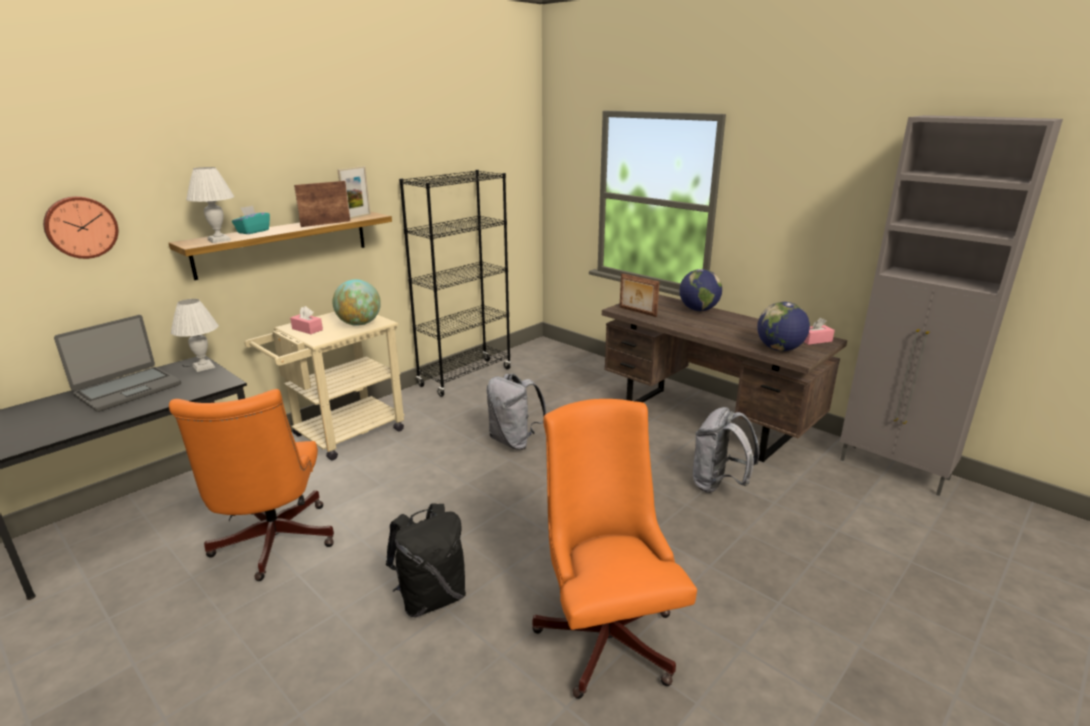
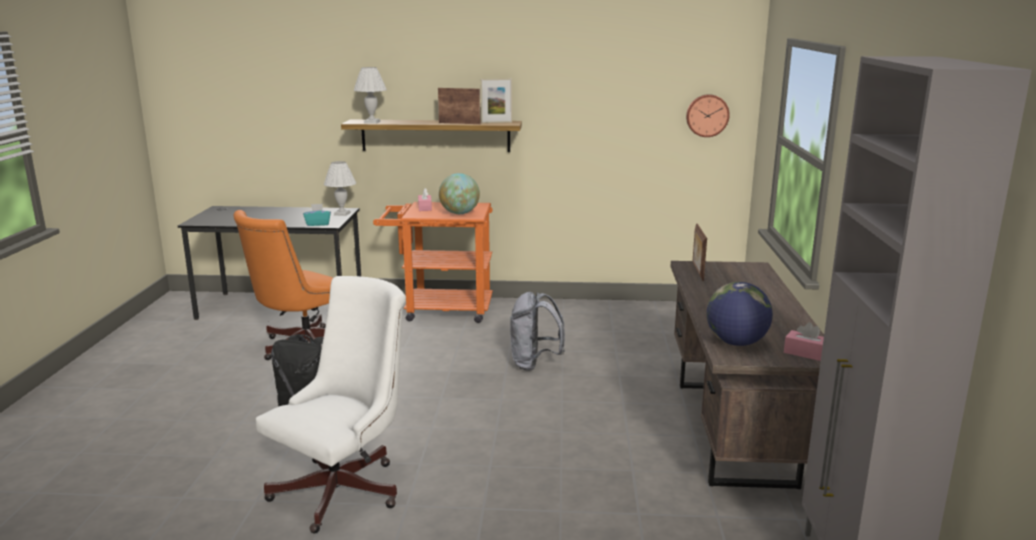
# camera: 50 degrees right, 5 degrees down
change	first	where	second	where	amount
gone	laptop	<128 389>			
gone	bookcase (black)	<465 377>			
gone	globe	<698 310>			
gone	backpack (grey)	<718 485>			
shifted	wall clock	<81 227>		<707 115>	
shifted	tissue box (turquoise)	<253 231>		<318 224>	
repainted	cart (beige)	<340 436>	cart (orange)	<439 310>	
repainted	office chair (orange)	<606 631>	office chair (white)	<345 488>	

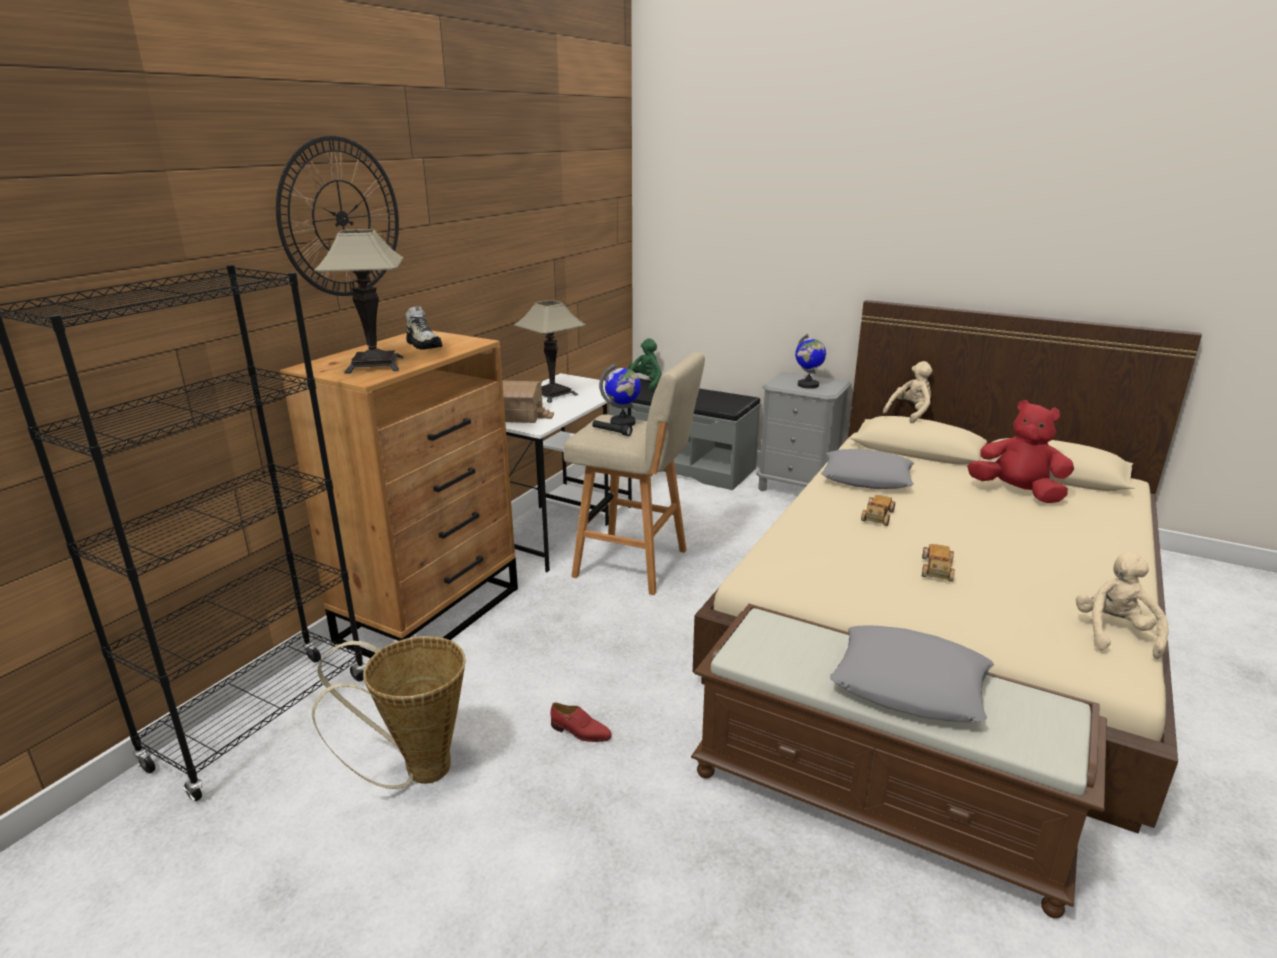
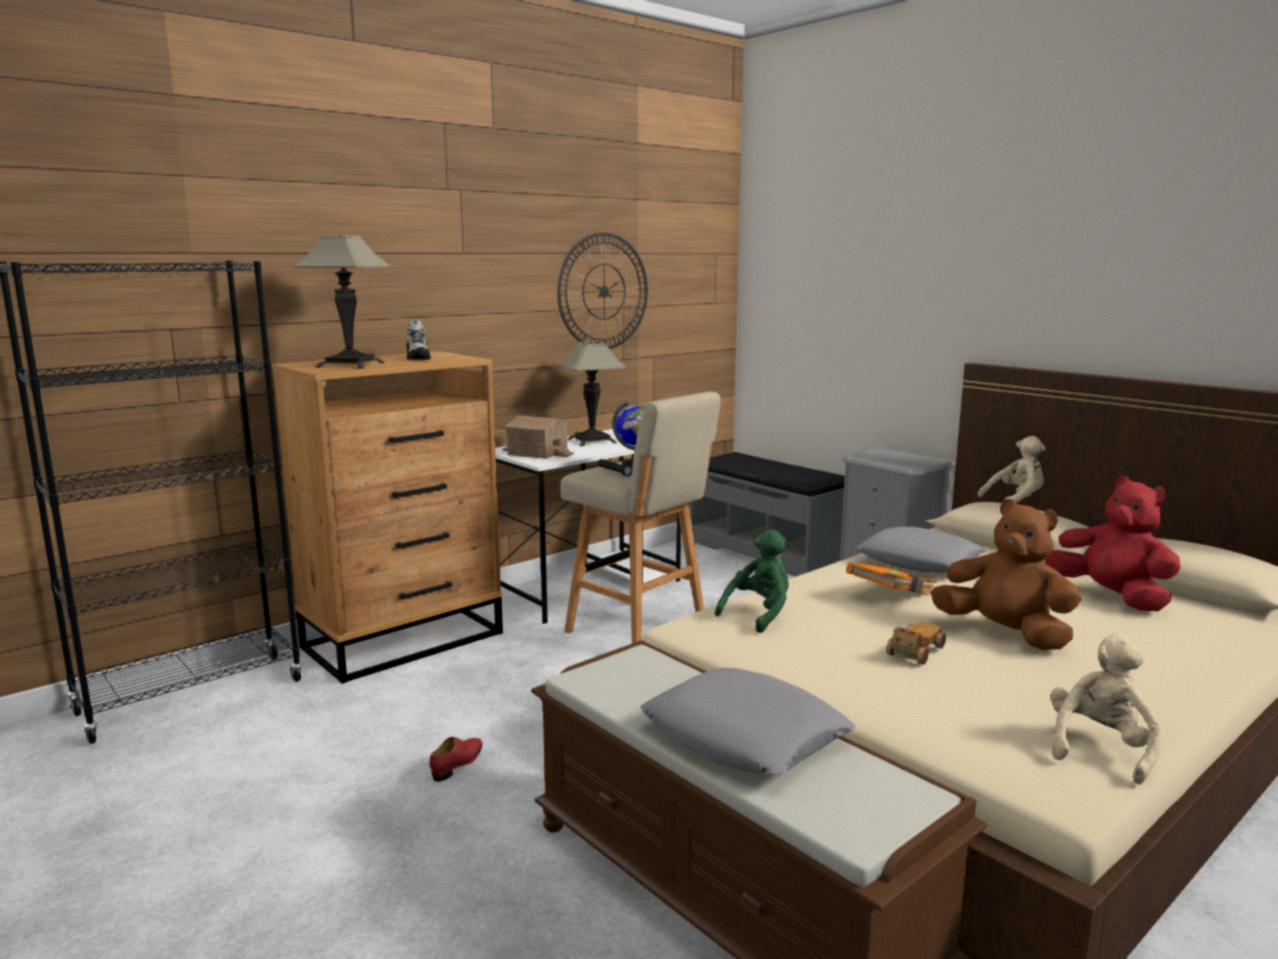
# camera: 20 degrees right, 10 degrees down
change	first	where	second	where	amount
gone	basket	<417 771>			
gone	globe	<808 385>			
new			plush toy (brown)	<1005 634>	
shifted	wall clock	<341 218>		<603 291>	
shifted	plush toy (green)	<645 384>		<759 614>	
swapped	toy car	<877 516>	book (orange)	<892 595>	
rotated	shoe (red)	<580 732>		<458 763>	105 degrees counterclockwise

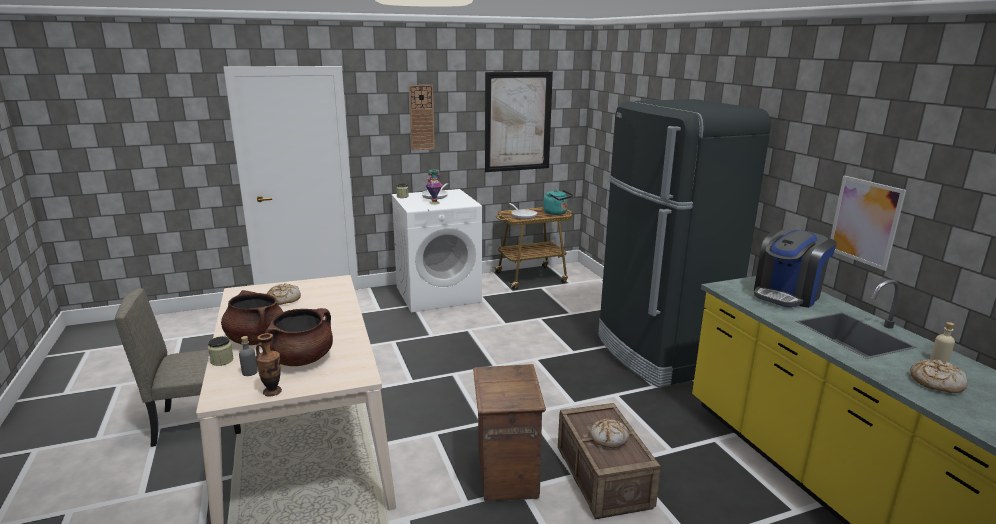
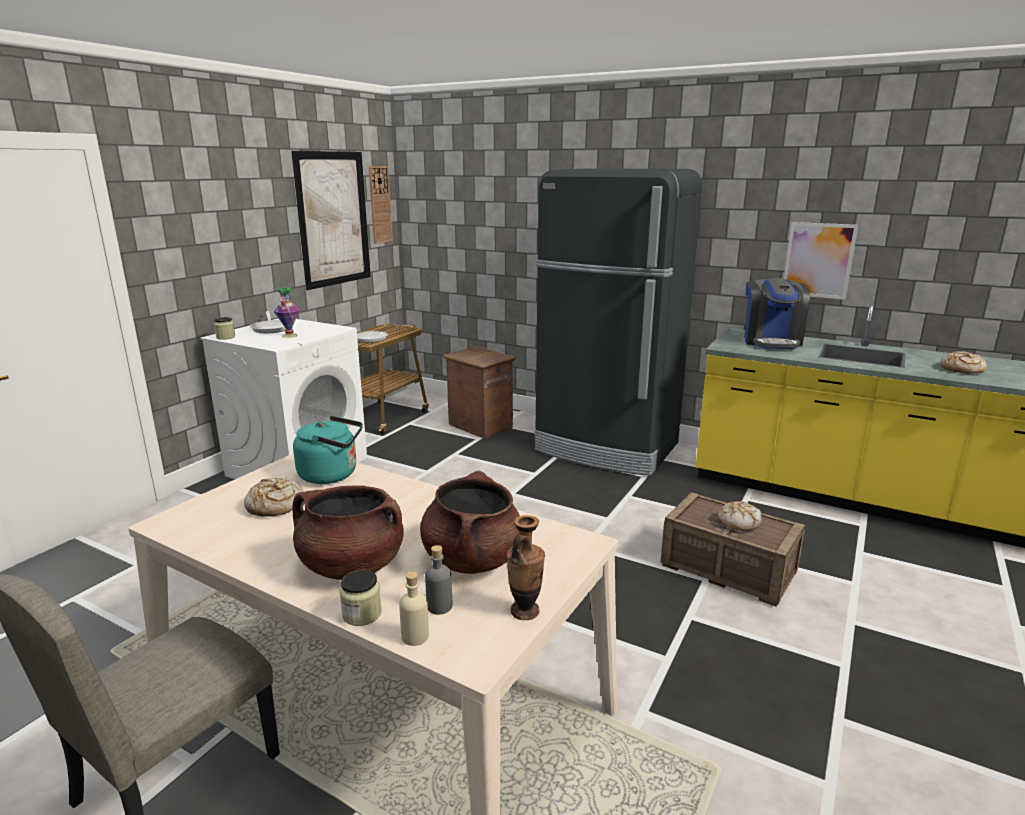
# camera: 40 degrees left, 0 degrees up
change	first	where	second	where	amount
shifted	wall clock	<421 117>		<380 205>	
shifted	crate	<506 475>		<480 427>	
shifted	kettle (turquoise)	<556 213>		<332 475>	
shifted	bottle (beige)	<939 360>		<415 636>	

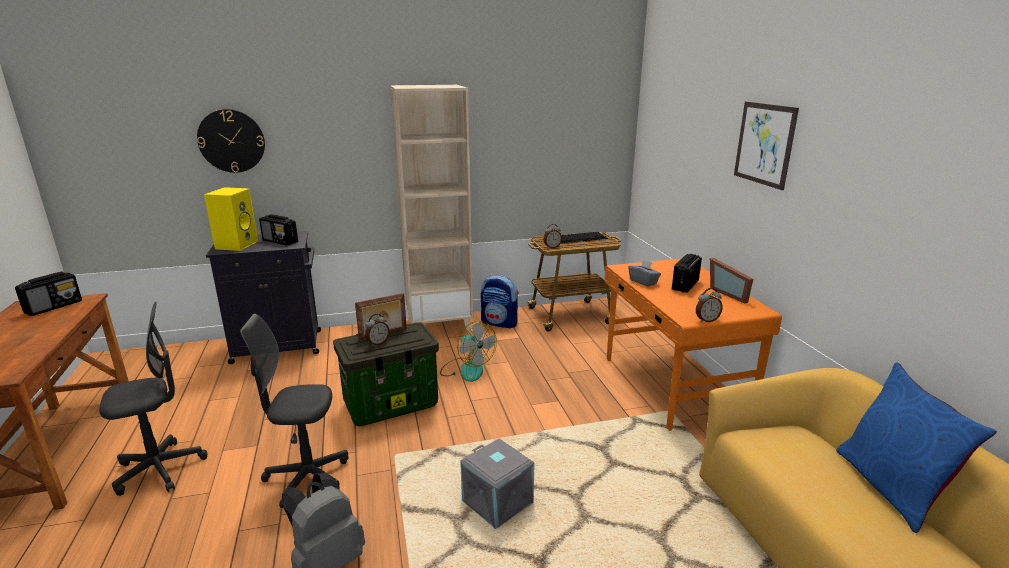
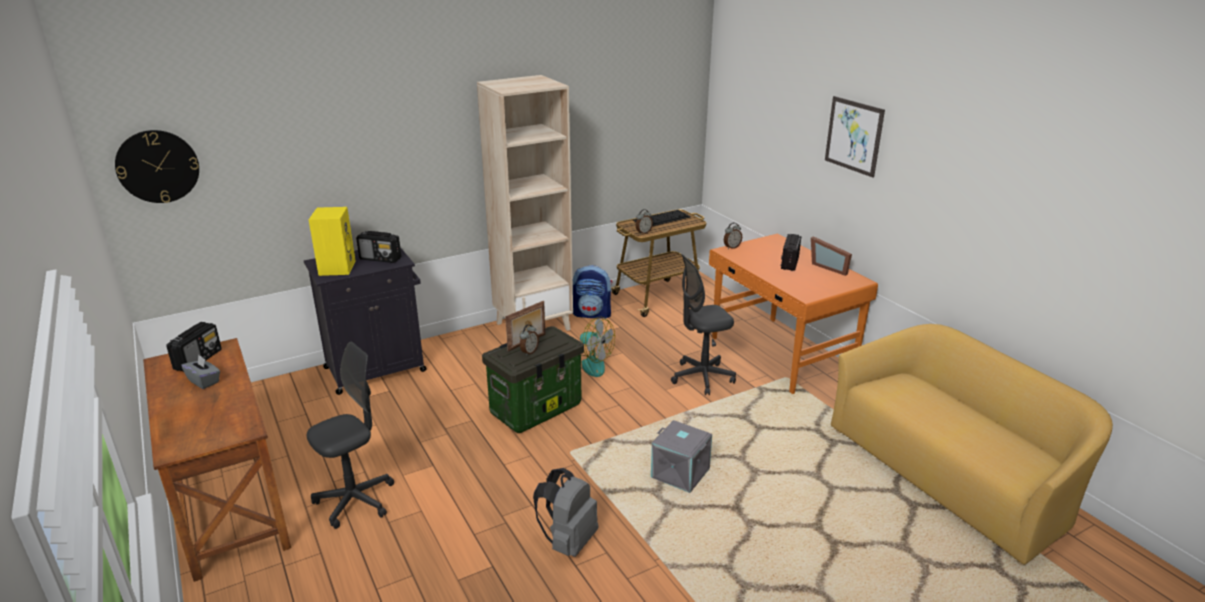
# camera: 15 degrees left, 5 degrees up
change	first	where	second	where	amount
gone	pillow (blue)	<891 487>			
shifted	wall clock	<231 141>		<158 166>	
shifted	office chair (grey)	<307 478>		<702 377>	
shifted	tissue box (grey)	<643 282>		<204 381>	
shifted	alarm clock	<706 320>		<731 247>	

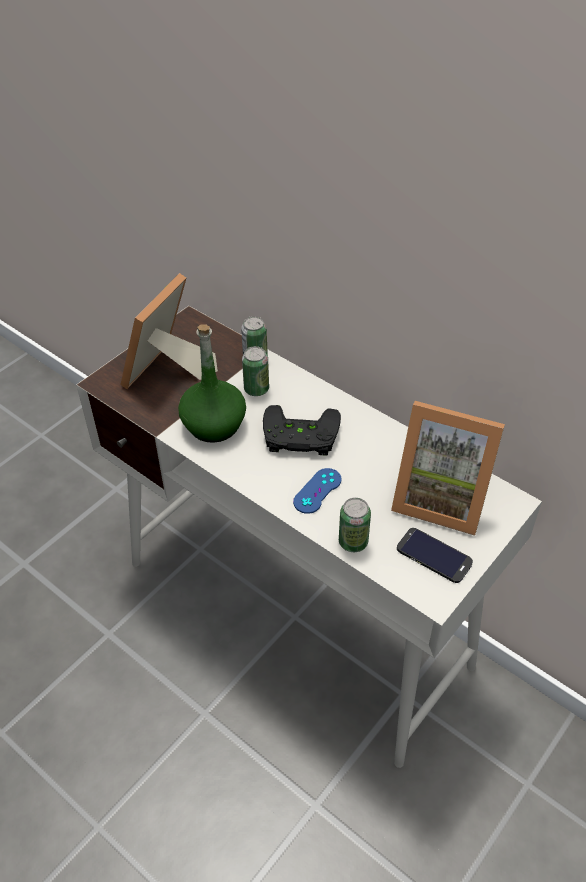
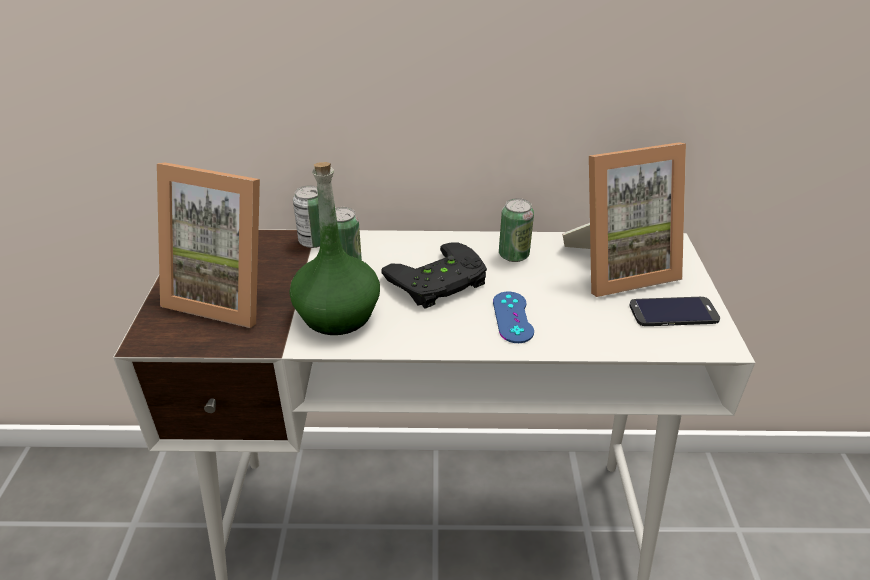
# camera: 40 degrees left, 10 degrees down
change	first	where	second	where	amount
shifted	can	<353 542>		<513 255>	
rotated	picture frame	<167 373>		<228 294>	60 degrees counterclockwise

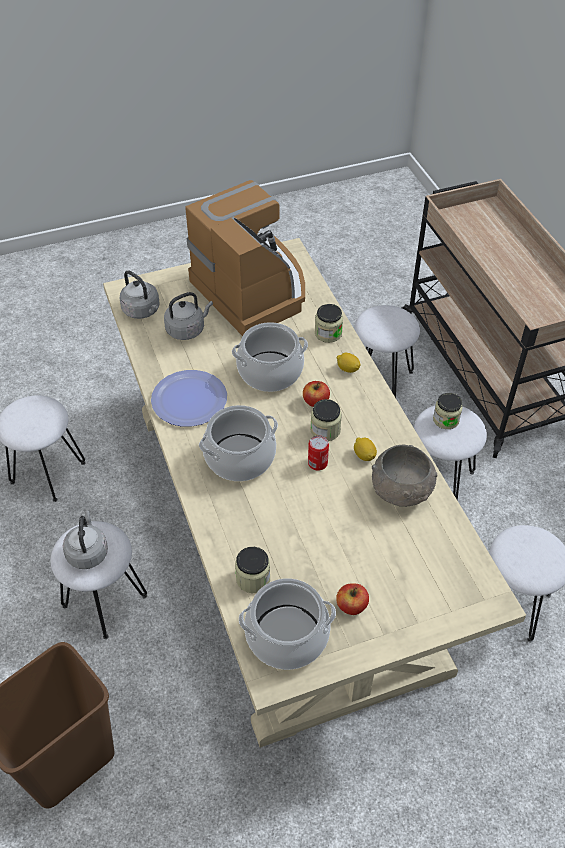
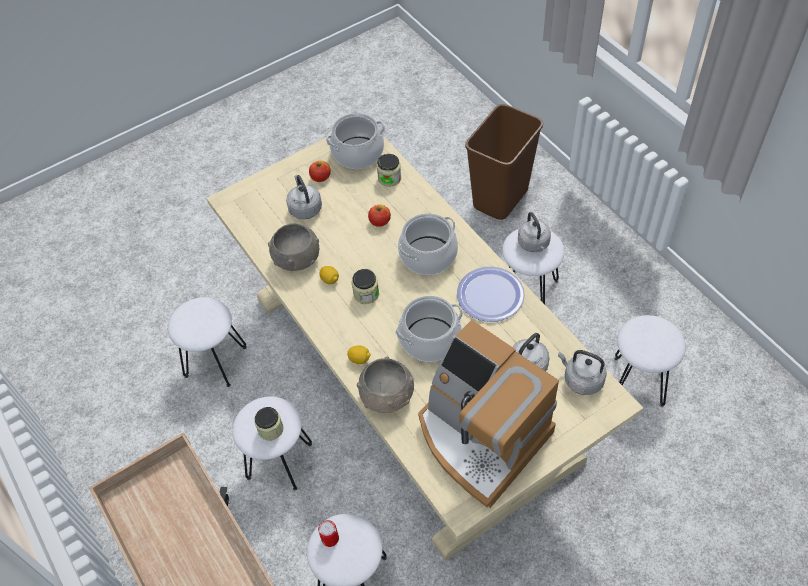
# camera: 170 degrees right, 5 degrees up
change	first	where	second	where	amount
new			kettle (grey)	<305 208>	
shifted	apple	<316 401>		<380 221>	
shifted	can	<317 463>		<330 538>	
swapped	jar	<328 333>	bowl (grey)	<387 396>	

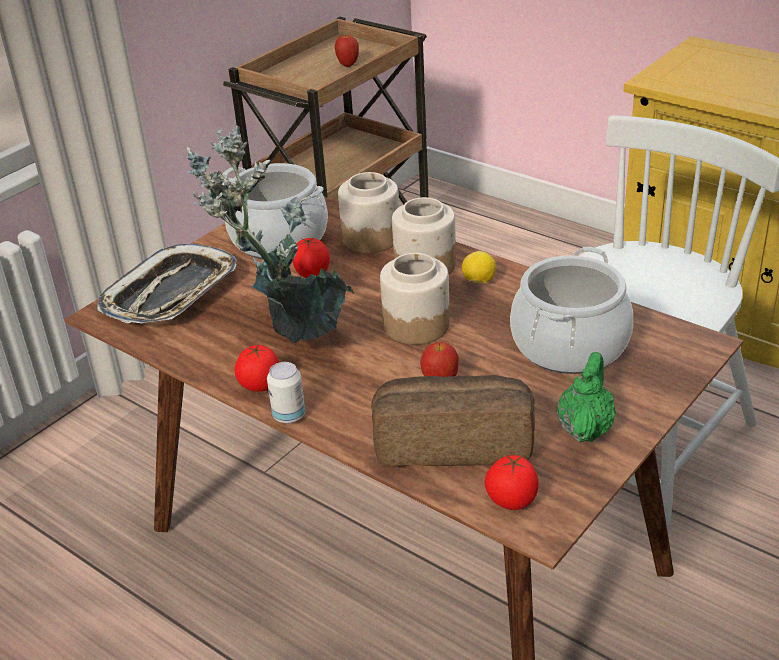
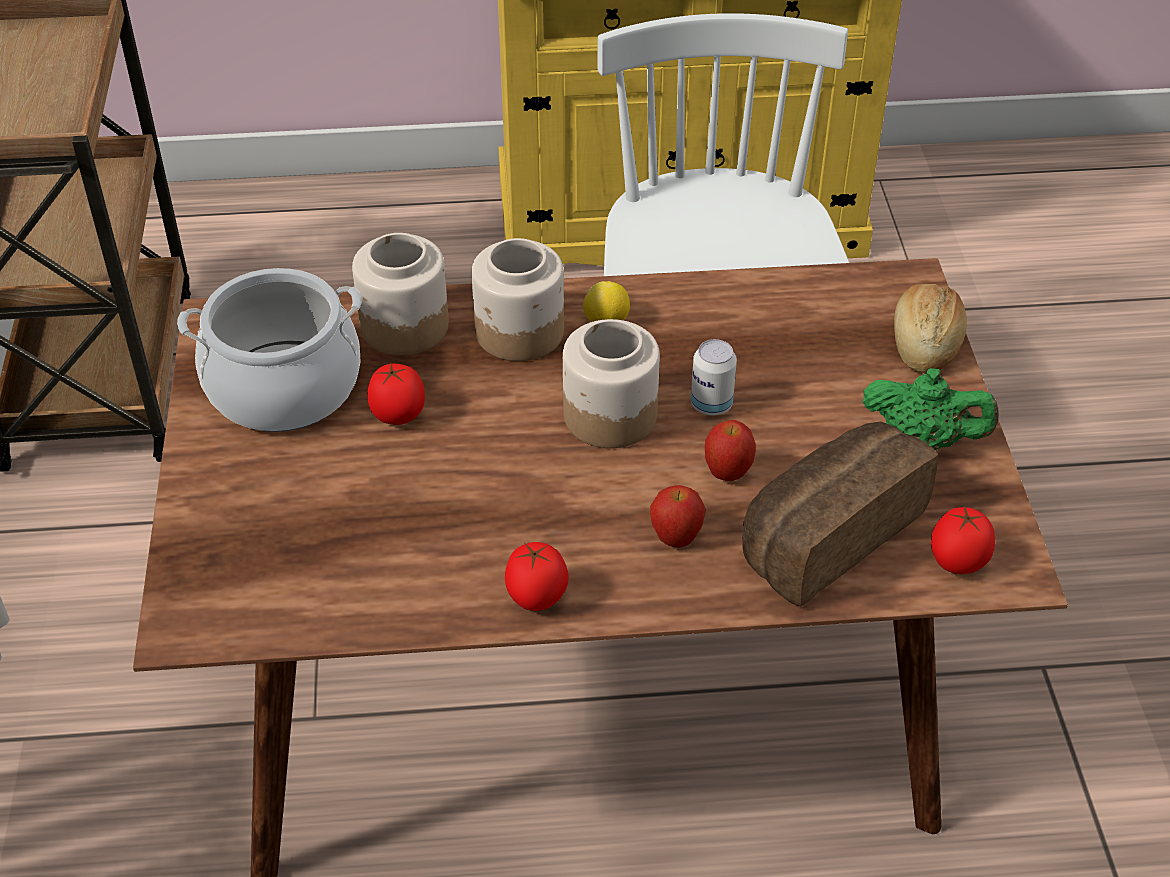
# camera: 45 degrees left, 10 degrees up
change	first	where	second	where	amount
gone	tray	<171 294>			
gone	potted plant	<290 335>			
gone	cooking pot	<570 345>			
new			bread	<925 343>	
shifted	can	<289 415>		<711 405>	
shifted	apple	<348 65>		<676 538>	
rotated	teapot (green)	<585 428>		<922 440>	135 degrees clockwise

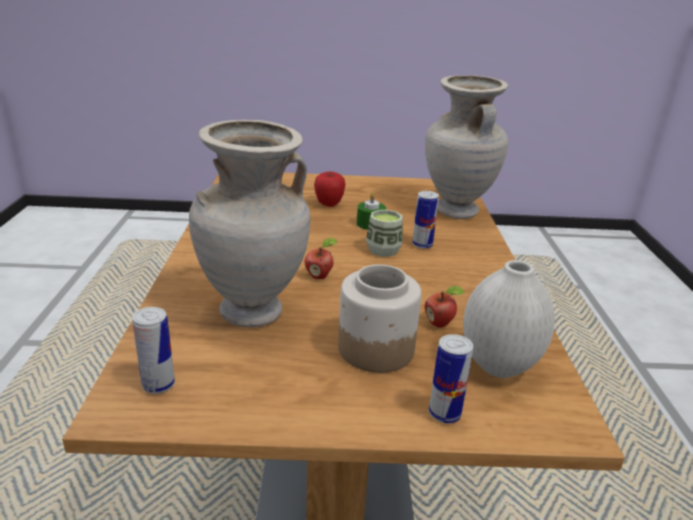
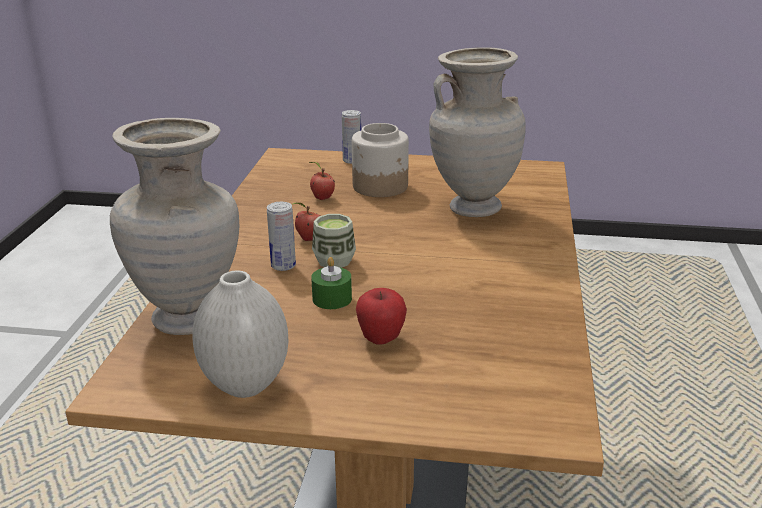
# camera: 170 degrees left, 0 degrees up
change	first	where	second	where	amount
gone	can	<158 385>			
shifted	apple	<320 276>		<308 239>	
shifted	vase (white)	<497 366>		<246 386>	

